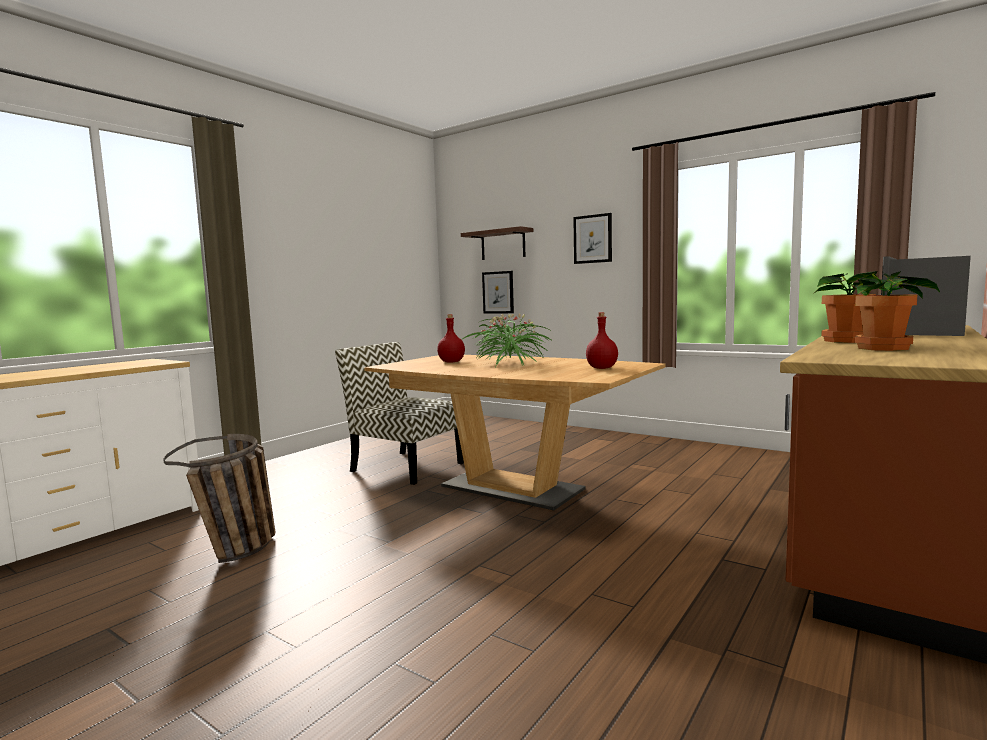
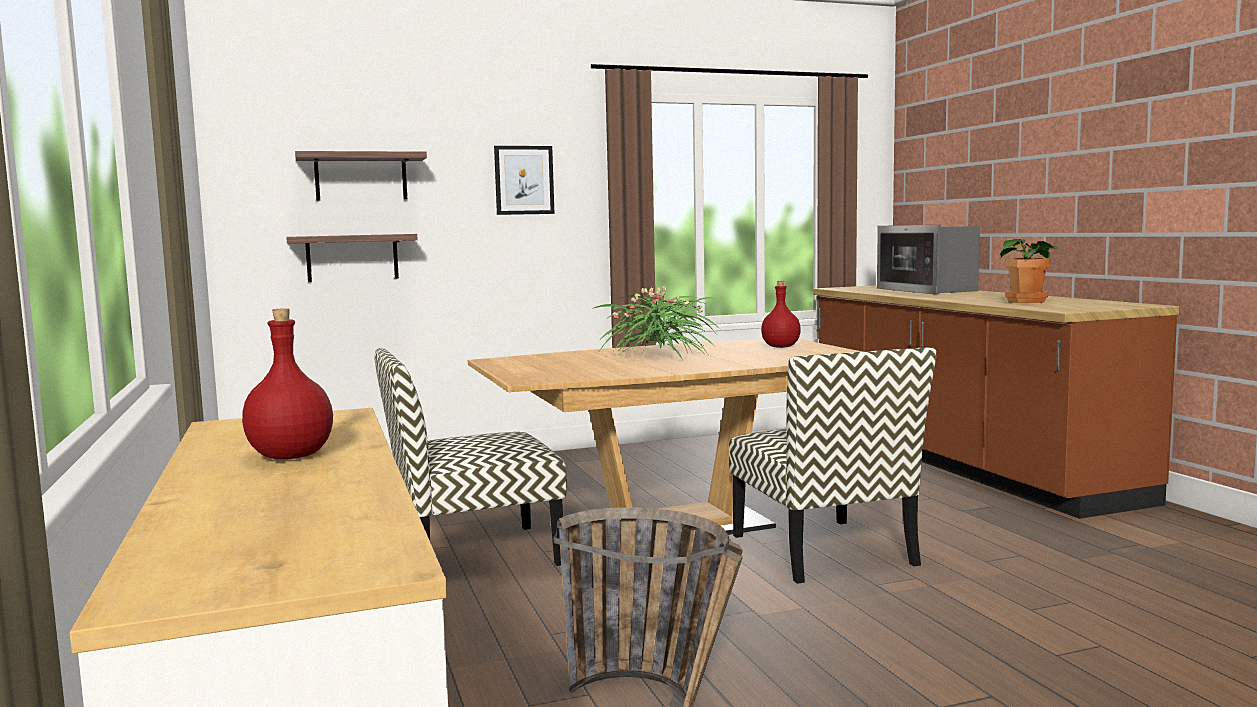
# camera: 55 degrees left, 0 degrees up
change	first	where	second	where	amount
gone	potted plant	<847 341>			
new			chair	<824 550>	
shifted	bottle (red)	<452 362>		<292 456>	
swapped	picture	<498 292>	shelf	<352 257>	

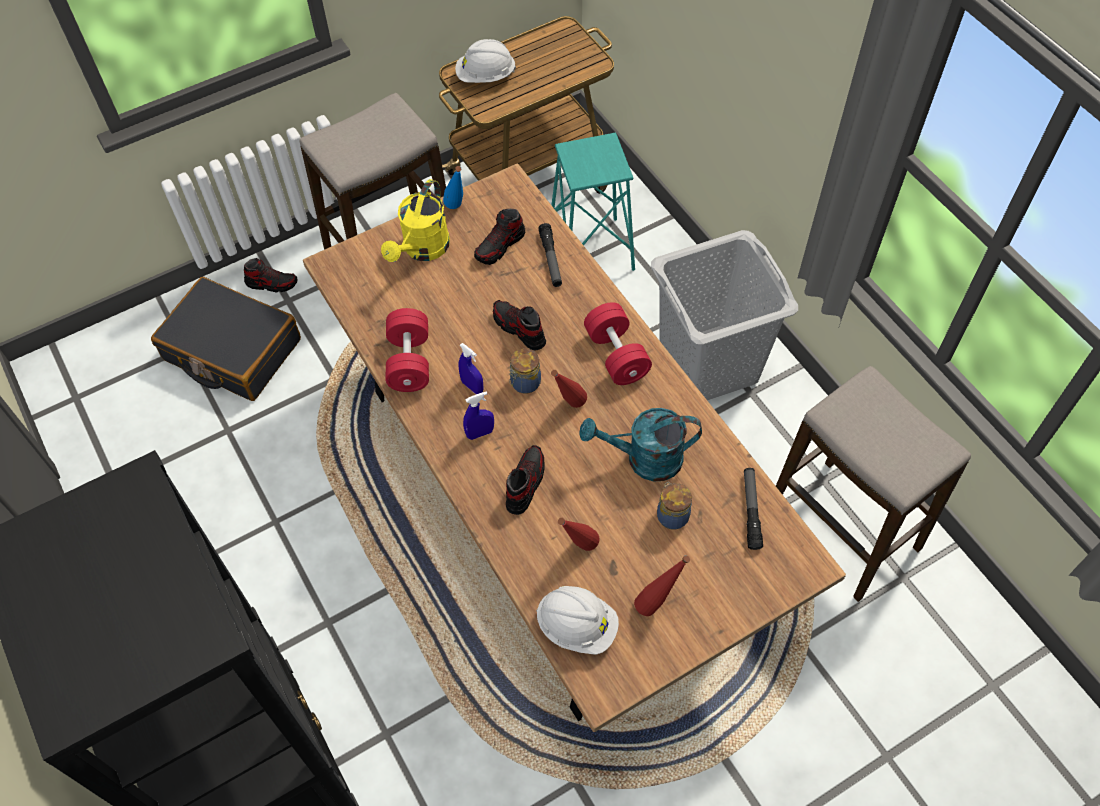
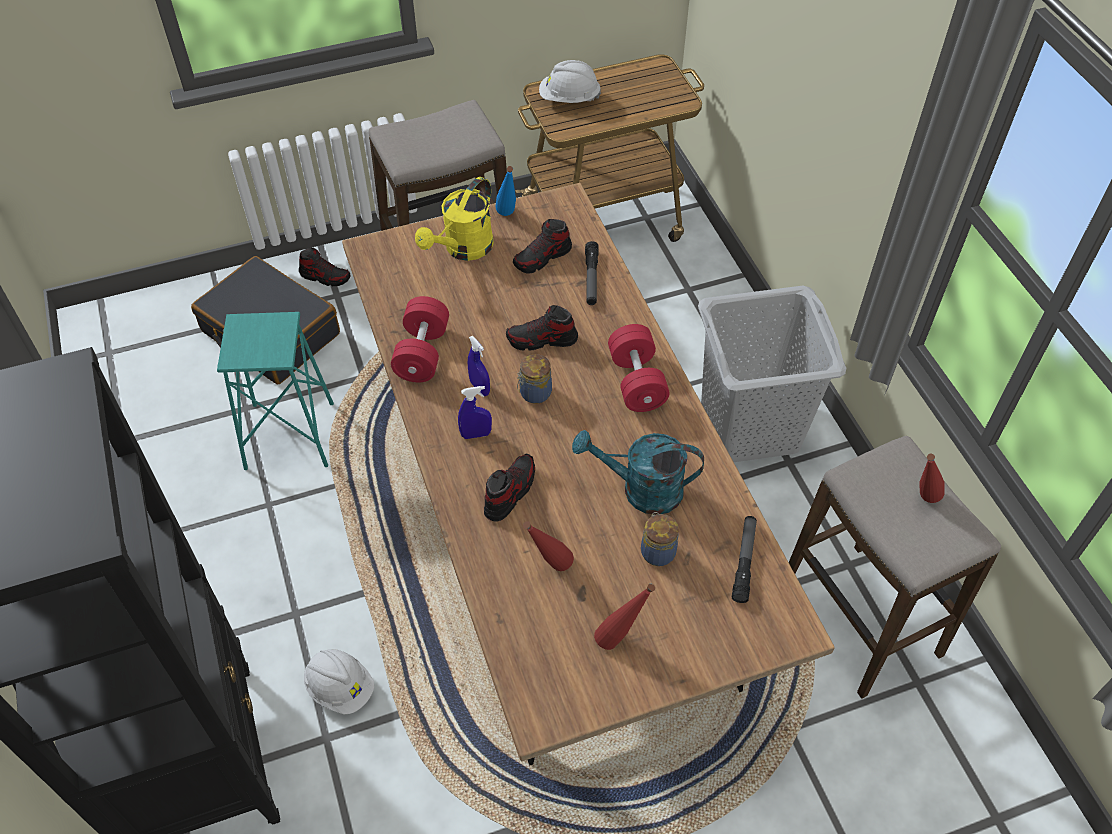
# camera: 10 degrees right, 5 degrees down
change	first	where	second	where	amount
shifted	hard hat (white)	<577 626>		<340 687>	
shifted	stool (turquoise)	<590 250>		<289 435>	
shifted	bottle (red)	<568 407>		<921 501>	
rotated	shoe	<519 329>		<542 340>	60 degrees counterclockwise

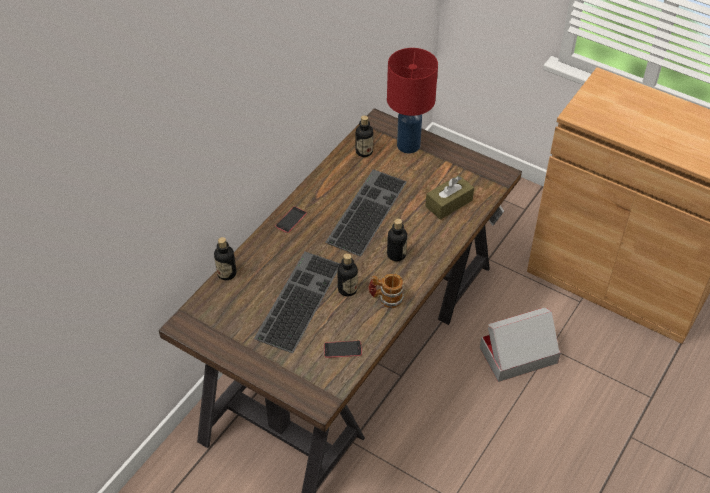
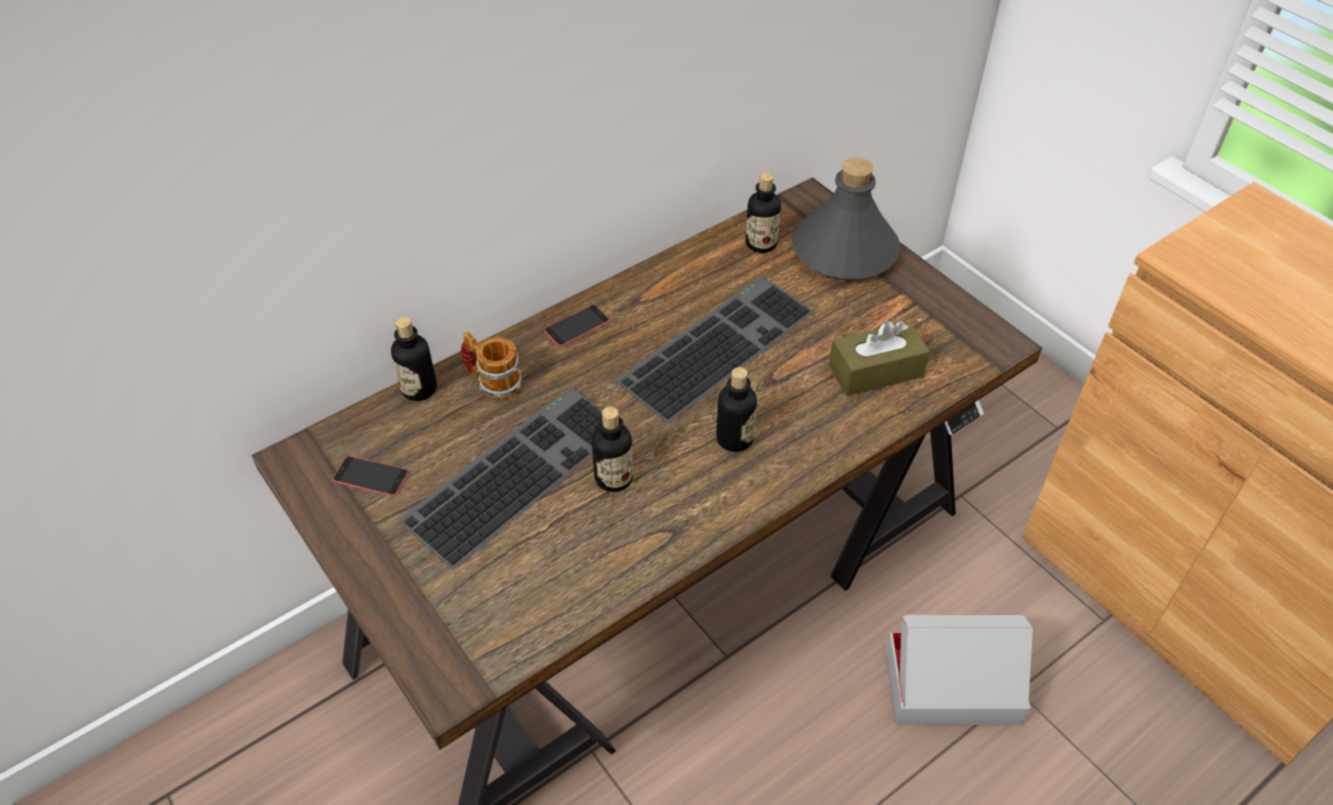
# camera: 20 degrees right, 0 degrees up
change	first	where	second	where	amount
shifted	phone	<342 349>		<371 476>	
shifted	mug	<386 298>		<493 382>	
swapped	table lamp (red)	<407 146>	bottle (grey)	<843 252>	

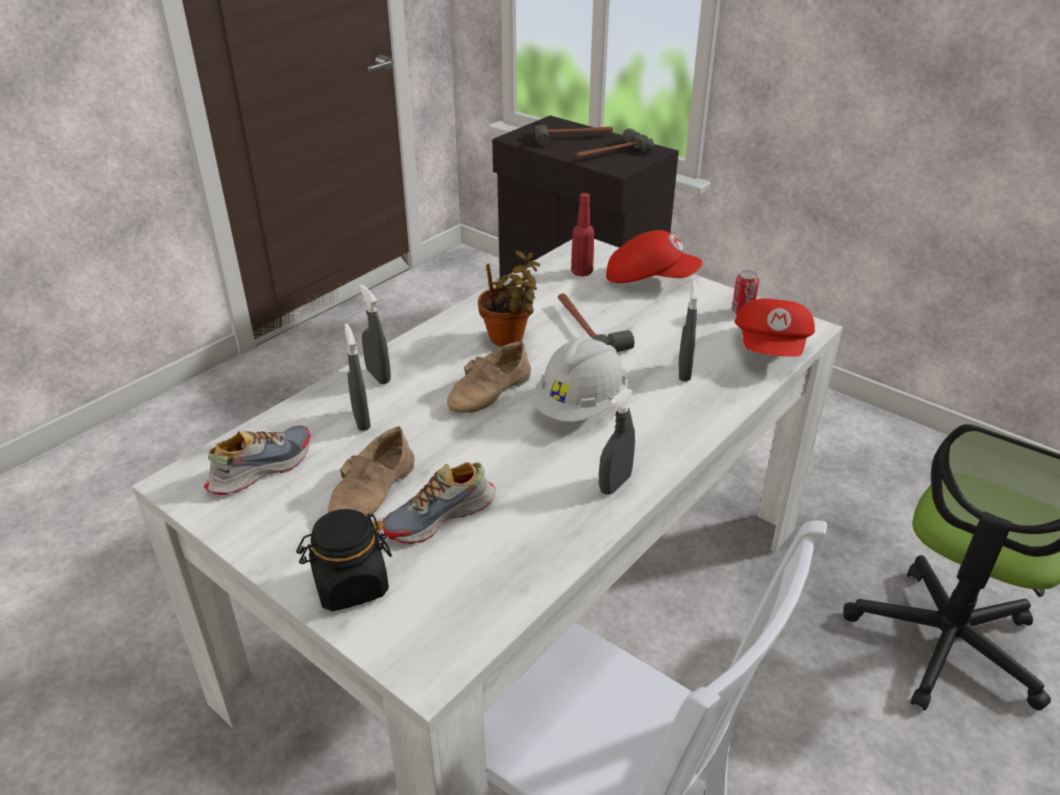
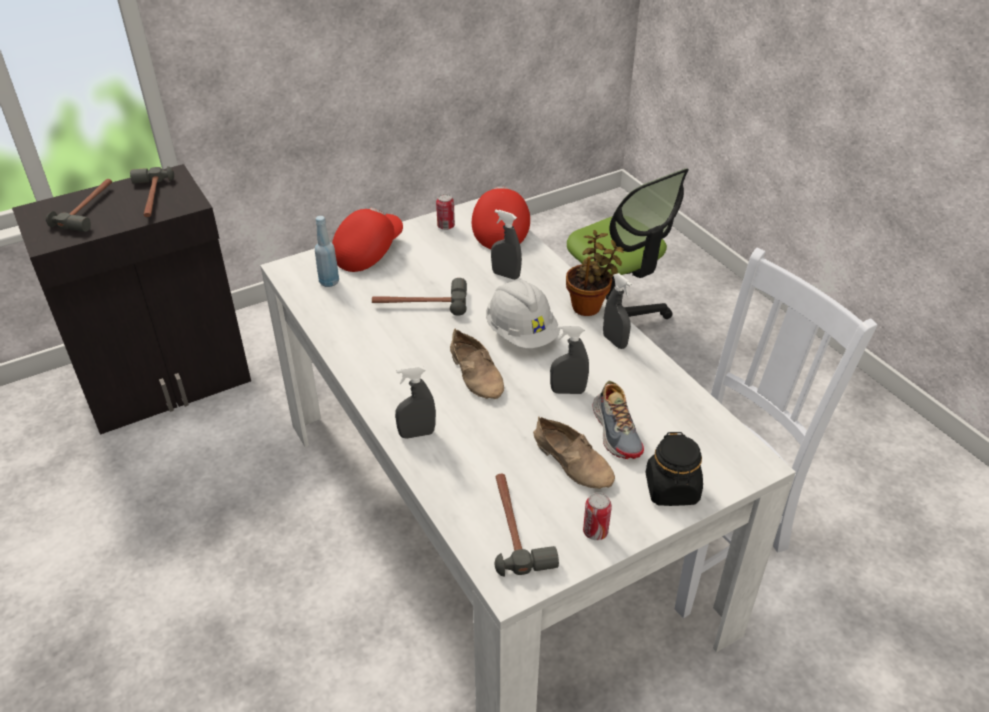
# camera: 70 degrees left, 5 degrees up
change	first	where	second	where	amount
new			can	<595 532>	
shifted	spray bottle (grey)	<361 420>		<568 391>	
shifted	potted plant	<509 339>		<589 306>	
swapped	shoe	<260 468>	hammer	<515 527>	
repainted	bottle (red)	<582 272>	bottle (blue)	<329 282>	
rotated	cap (red)	<772 349>		<500 230>	120 degrees counterclockwise

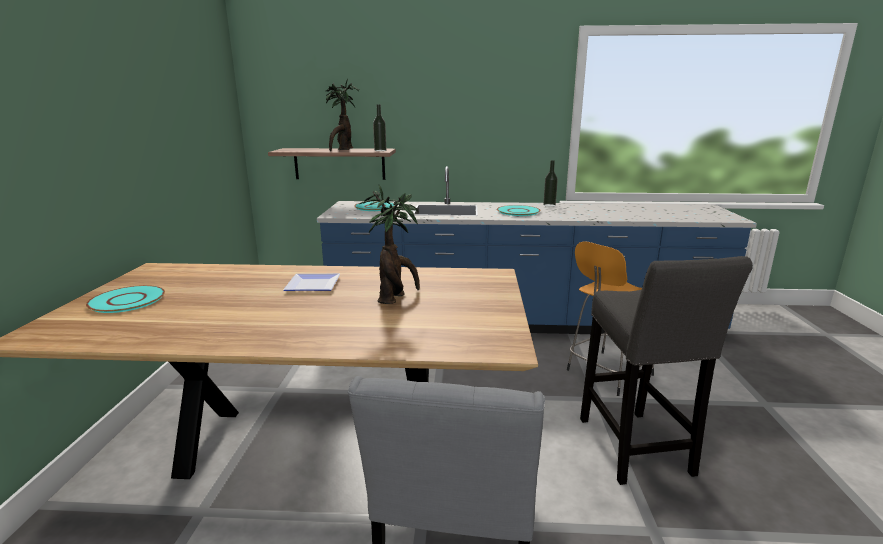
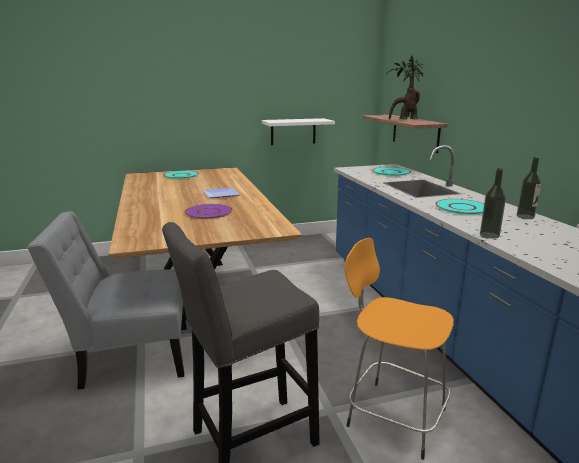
# camera: 70 degrees right, 0 degrees up
change	first	where	second	where	amount
new			shelf (white)	<293 131>	
shifted	bottle	<380 150>		<489 235>	
swapped	potted plant	<396 297>	plate (purple)	<209 212>	

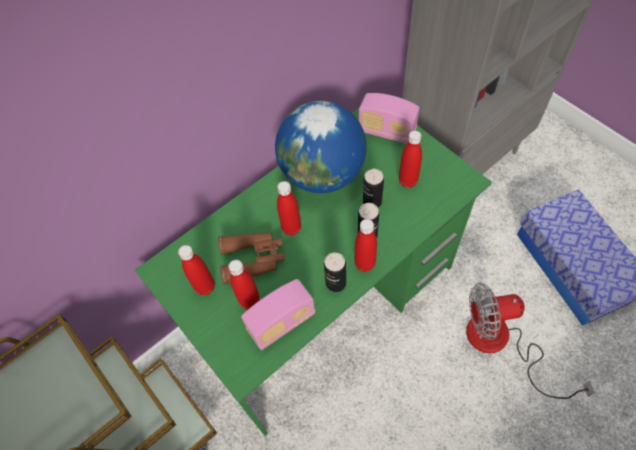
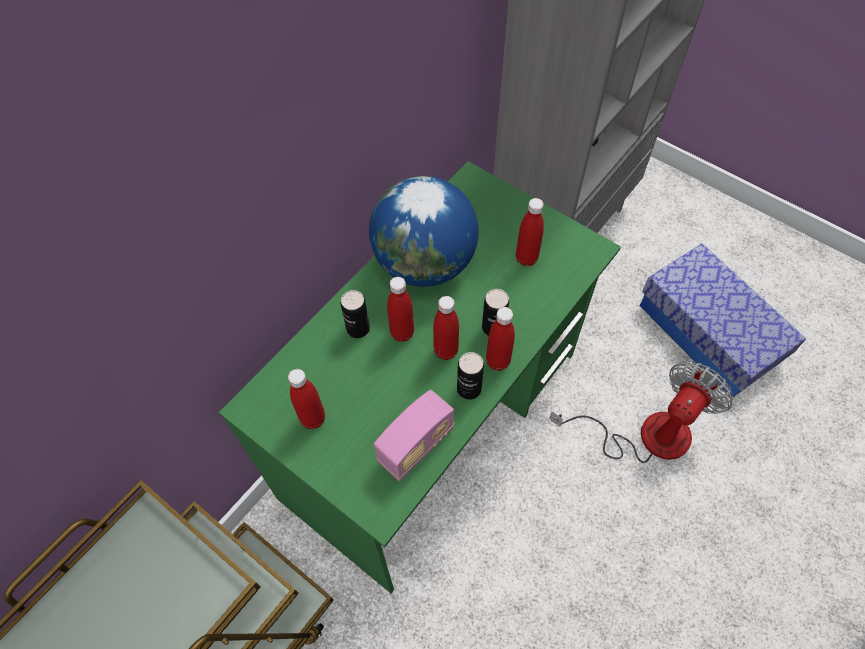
# camera: 15 degrees left, 0 degrees up
change	first	where	second	where	amount
gone	binoculars (brown)	<253 259>			
gone	radio	<387 131>			
shifted	bottle (red)	<249 301>		<446 351>	
shifted	can	<372 201>		<358 328>	
rotated	fan	<501 344>		<645 435>	150 degrees clockwise

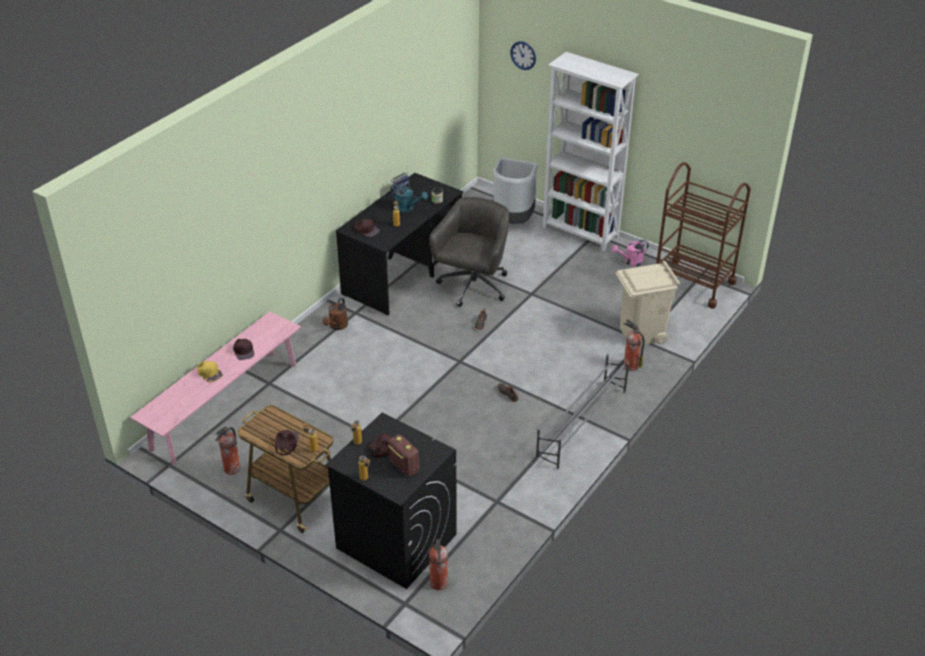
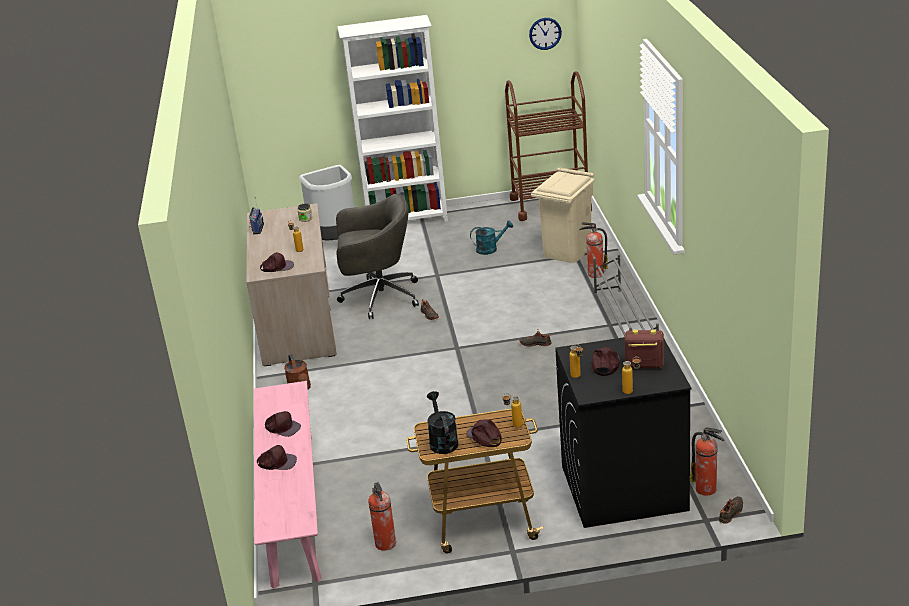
# camera: 40 degrees left, 10 degrees down
change	first	where	second	where	amount
gone	watering can (pink)	<630 262>			
new			watering can (black)	<442 441>	
new			shoe (black)	<731 513>	
shifted	watering can (turquoise)	<407 208>		<490 249>	
shifted	wall clock	<523 55>		<545 33>	
repainted	cap (yellow)	<209 372>	cap (brown)	<277 462>	
repainted	desk (black)	<402 273>	desk (beige)	<296 322>	
rotated	office chair (grey)	<472 287>		<378 297>	105 degrees clockwise

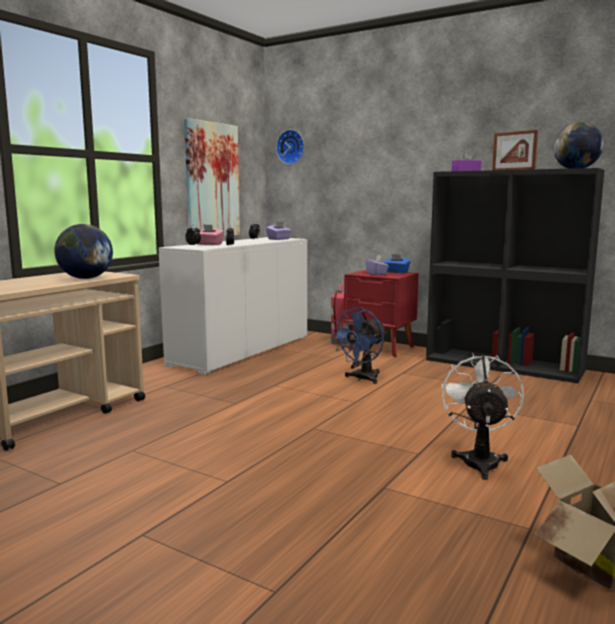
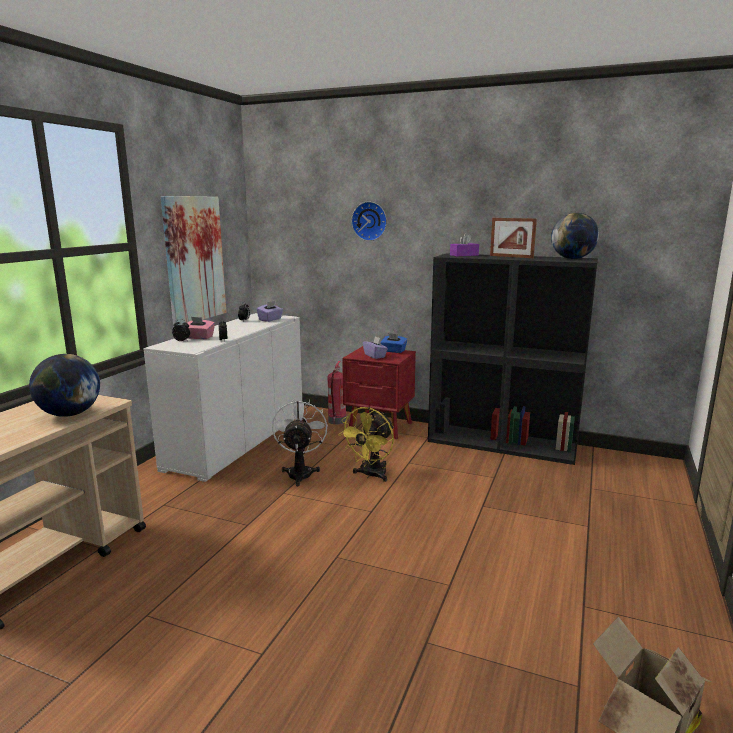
# camera: 10 degrees left, 5 degrees up
change	first	where	second	where	amount
shifted	wall clock	<291 147>		<370 221>	
shifted	fan (white)	<479 460>		<300 472>	
repainted	fan (blue)	<362 379>	fan (yellow)	<371 475>	

